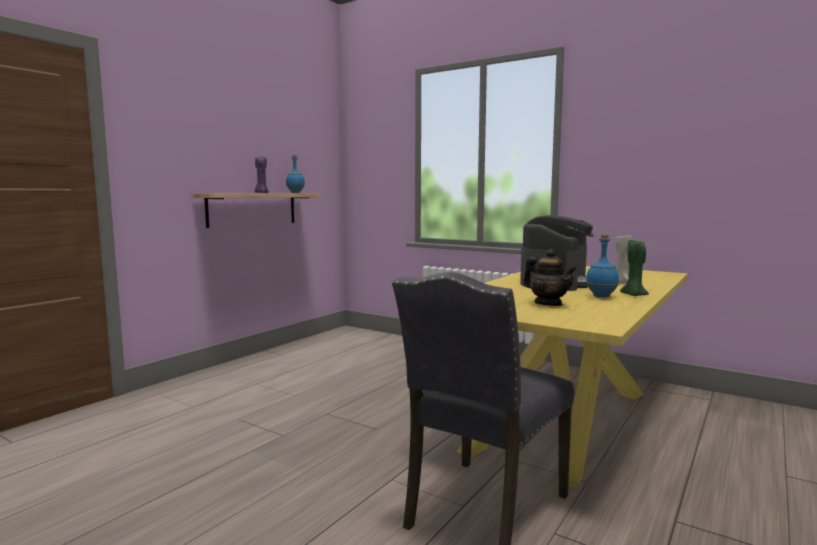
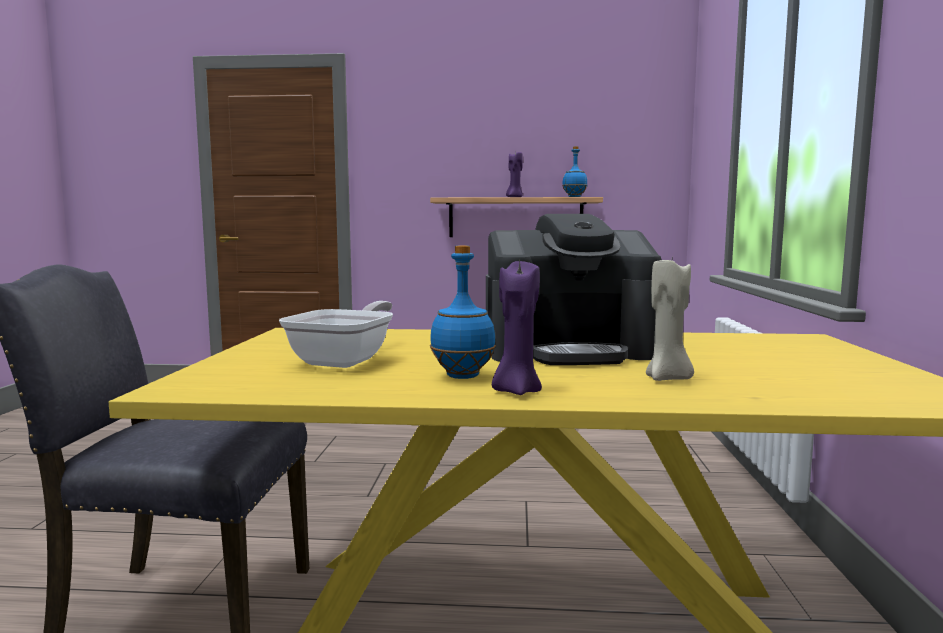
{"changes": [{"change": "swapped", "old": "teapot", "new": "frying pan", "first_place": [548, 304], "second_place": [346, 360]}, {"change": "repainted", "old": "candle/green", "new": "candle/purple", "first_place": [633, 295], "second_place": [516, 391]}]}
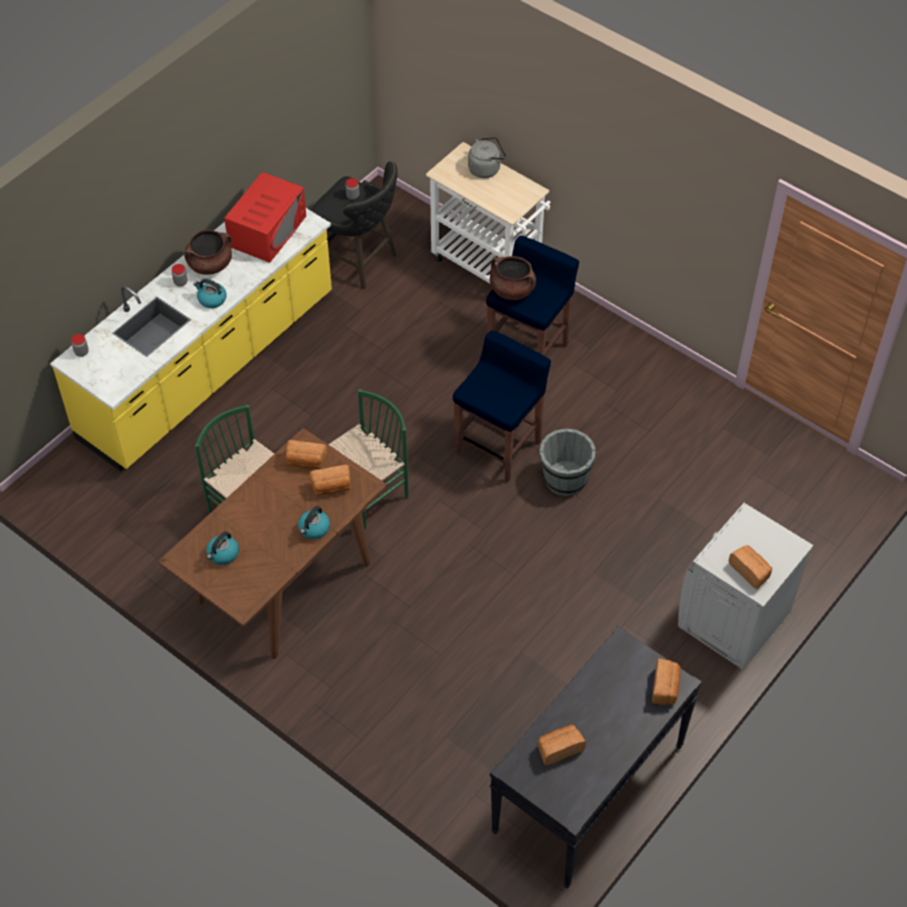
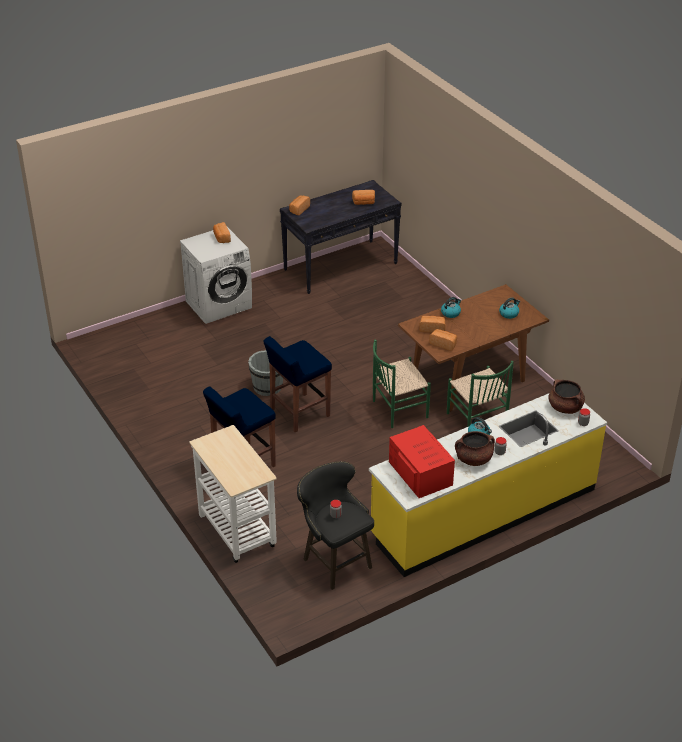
{"changes": [{"change": "rotated", "old": "microwave/red", "first_place": [268, 231], "second_place": [420, 473], "degrees": 105}, {"change": "gone", "old": "kettle/grey", "first_place": [486, 168]}, {"change": "shifted", "old": "cooking pot/brown", "first_place": [512, 290], "second_place": [565, 407]}]}
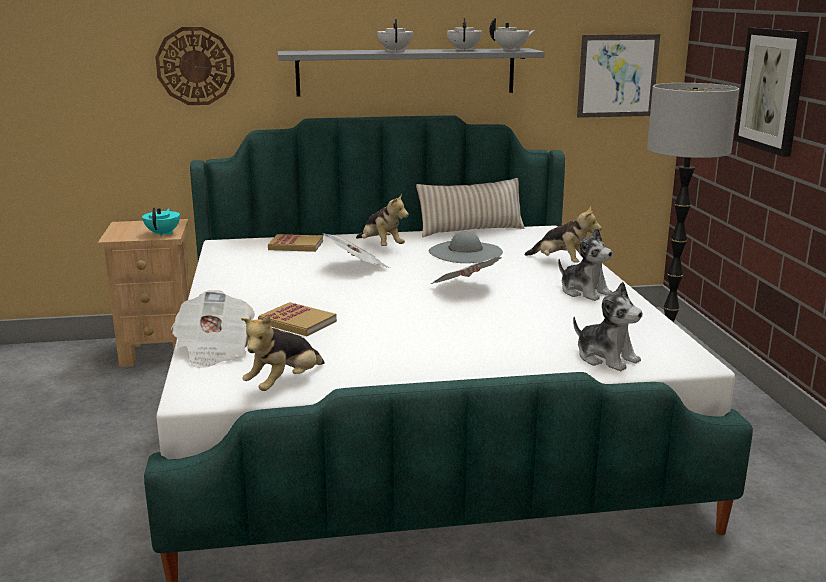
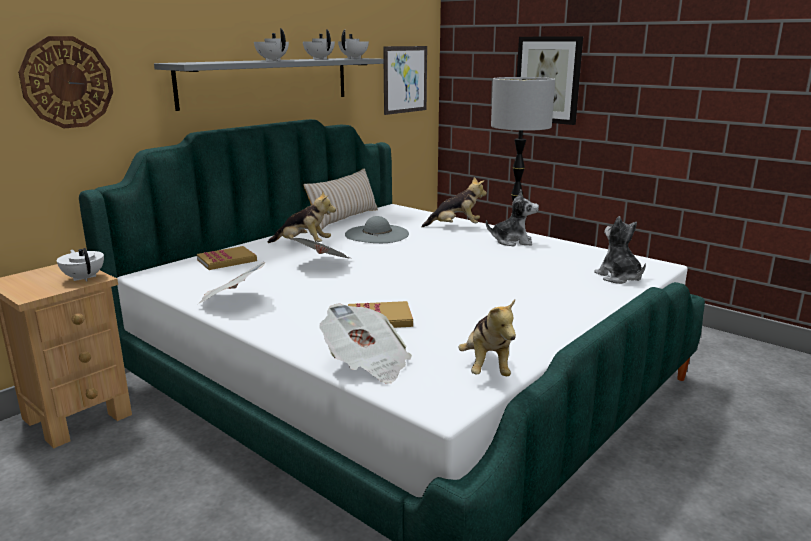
{"changes": [{"change": "repainted", "old": "teapot/turquoise", "new": "teapot/white", "first_place": [163, 233], "second_place": [84, 278]}, {"change": "shifted", "old": "newspaper", "first_place": [465, 288], "second_place": [232, 301]}, {"change": "rotated", "old": "plush toy", "first_place": [606, 358], "second_place": [619, 277], "degrees": -120}]}
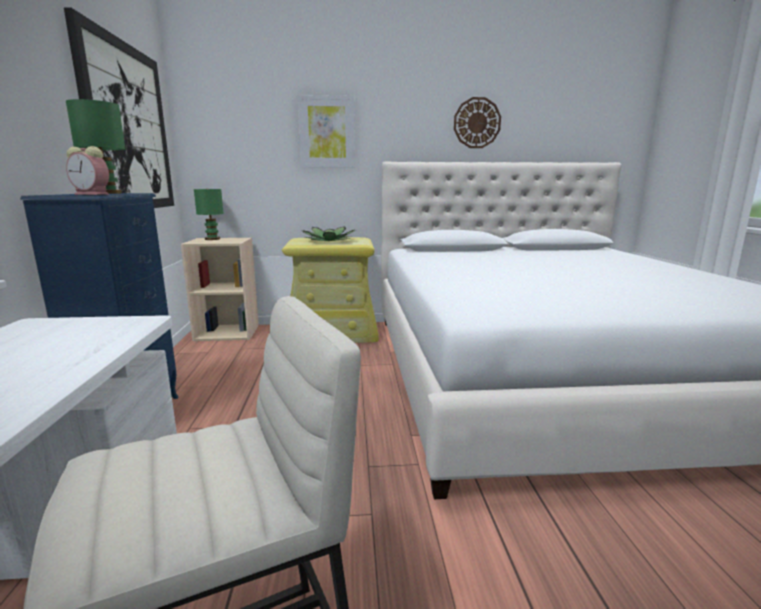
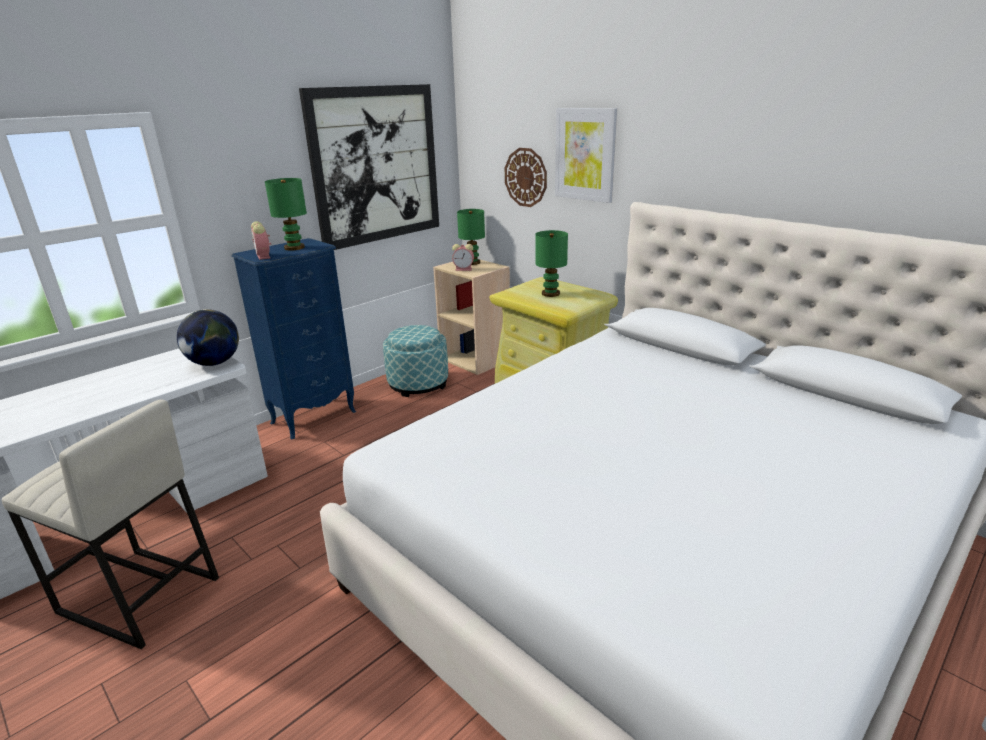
{"changes": [{"change": "swapped", "old": "potted plant", "new": "table lamp/green", "first_place": [329, 241], "second_place": [551, 293]}, {"change": "shifted", "old": "wall clock", "first_place": [477, 123], "second_place": [525, 177]}, {"change": "new", "new": "globe", "second_place": [214, 363]}, {"change": "new", "new": "ottoman", "second_place": [418, 383]}, {"change": "new", "new": "alarm clock", "second_place": [464, 269]}]}
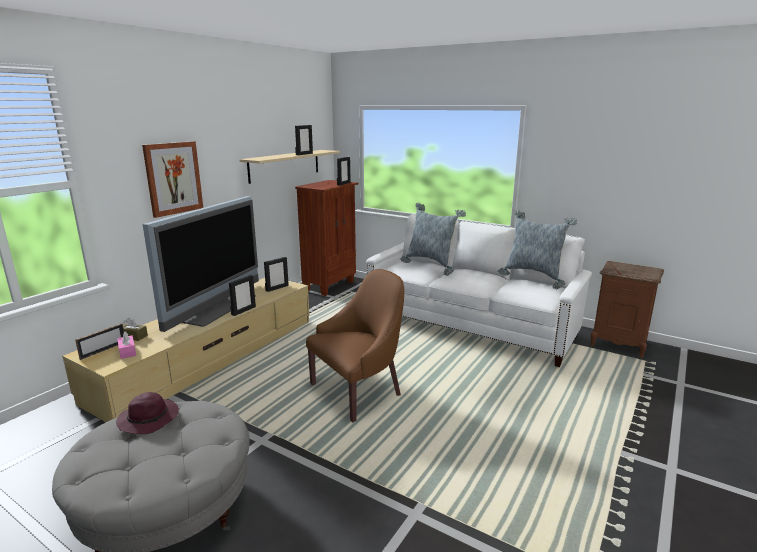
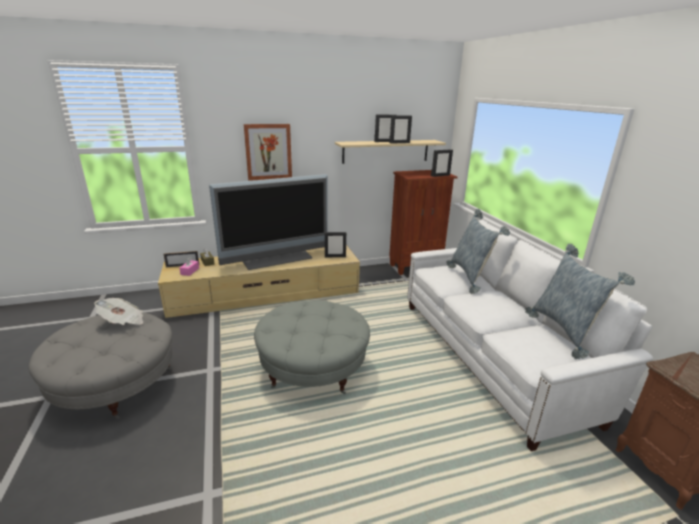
{"changes": [{"change": "swapped", "old": "hat/purple", "new": "newspaper", "first_place": [150, 419], "second_place": [123, 321]}, {"change": "shifted", "old": "picture frame", "first_place": [243, 310], "second_place": [384, 141]}, {"change": "swapped", "old": "armchair/brown", "new": "ottoman/grey", "first_place": [359, 391], "second_place": [313, 367]}]}
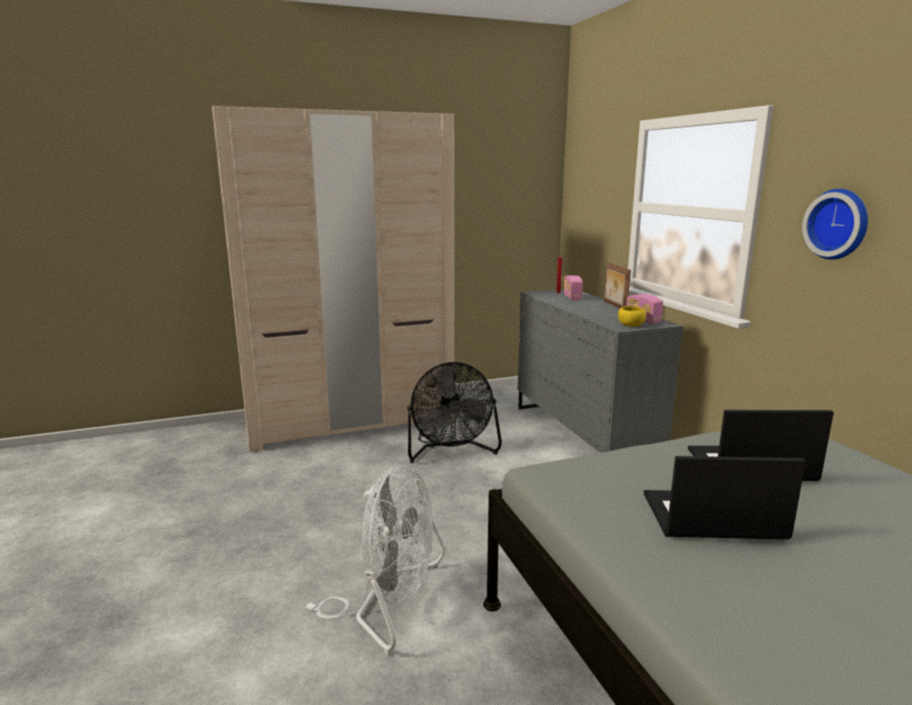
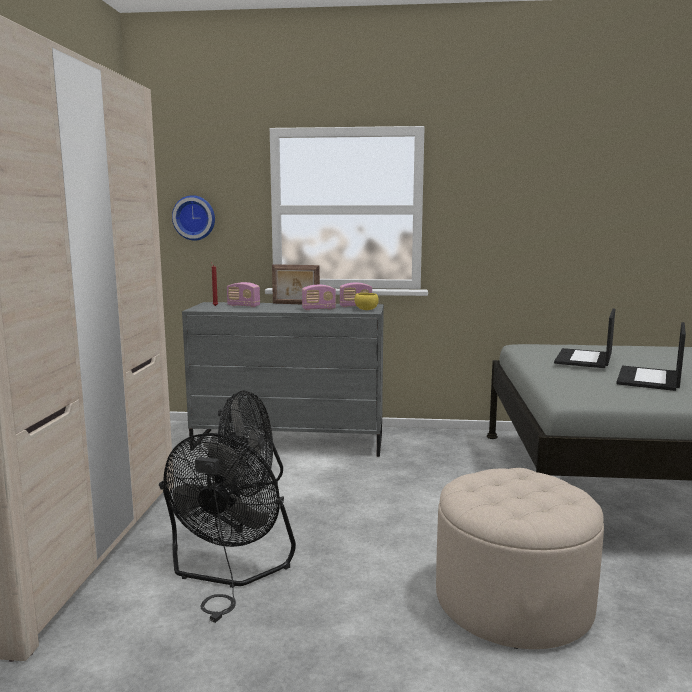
{"changes": [{"change": "swapped", "old": "fan/white", "new": "ottoman/beige", "first_place": [387, 604], "second_place": [513, 601]}, {"change": "shifted", "old": "wall clock", "first_place": [839, 224], "second_place": [194, 218]}, {"change": "new", "new": "fan/black", "second_place": [222, 572]}, {"change": "new", "new": "radio", "second_place": [319, 309]}]}
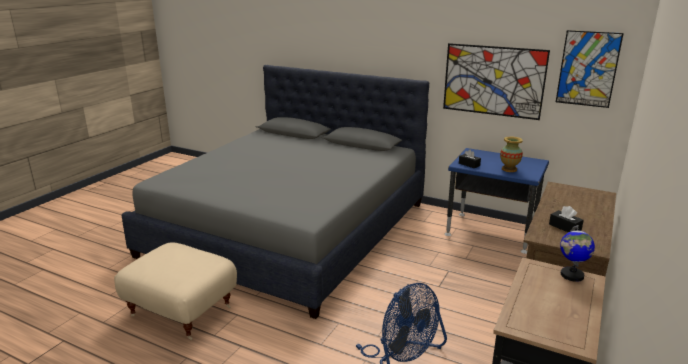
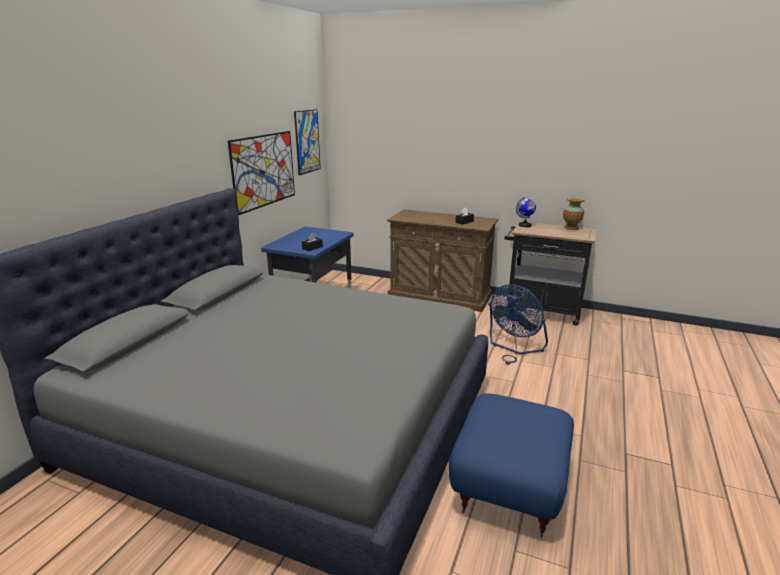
{"changes": [{"change": "repainted", "old": "ottoman/beige", "new": "ottoman/blue", "first_place": [182, 311], "second_place": [508, 486]}, {"change": "shifted", "old": "vase", "first_place": [509, 169], "second_place": [571, 228]}]}
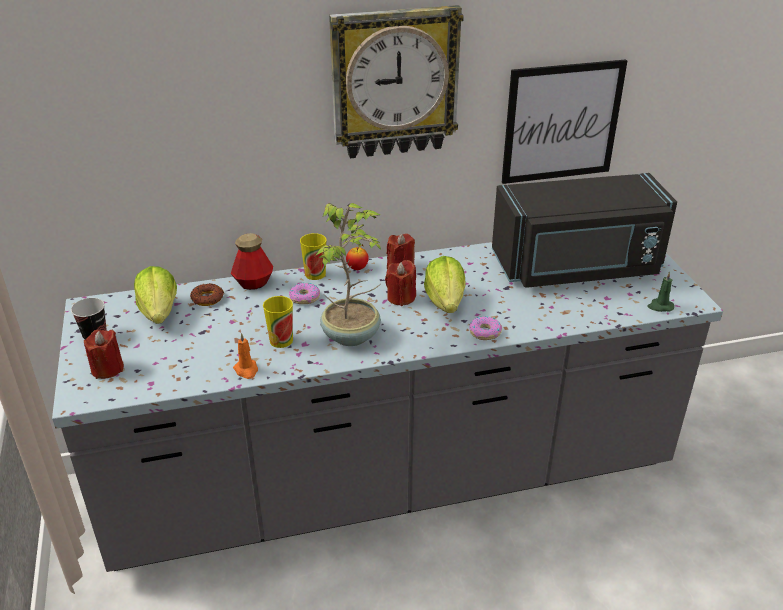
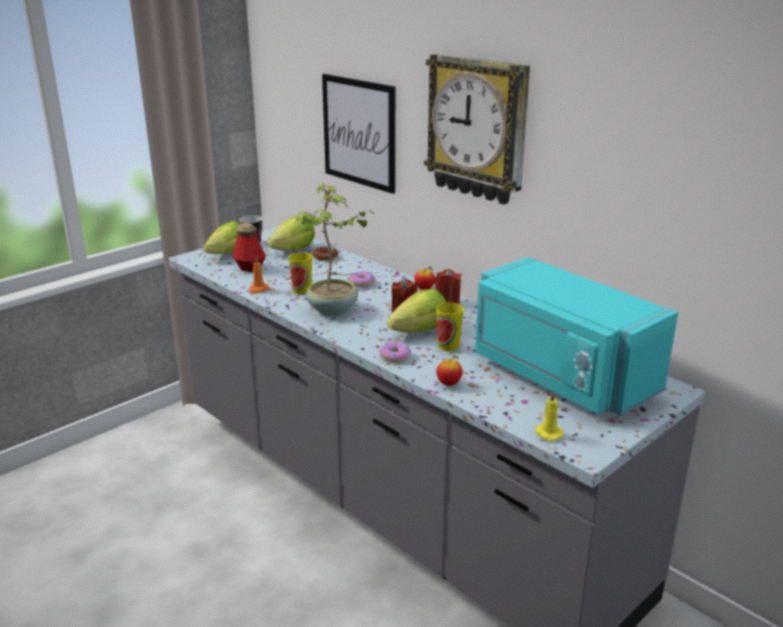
{"changes": [{"change": "swapped", "old": "candle/red", "new": "lettuce", "first_place": [107, 369], "second_place": [223, 255]}, {"change": "shifted", "old": "bottle", "first_place": [253, 283], "second_place": [249, 267]}, {"change": "shifted", "old": "cup", "first_place": [315, 274], "second_place": [448, 346]}, {"change": "repainted", "old": "microwave/black", "new": "microwave/turquoise", "first_place": [578, 267], "second_place": [559, 376]}, {"change": "shifted", "old": "picture", "first_place": [561, 122], "second_place": [359, 132]}, {"change": "repainted", "old": "candle/green", "new": "candle/yellow", "first_place": [660, 306], "second_place": [547, 433]}, {"change": "new", "new": "apple", "second_place": [449, 384]}]}
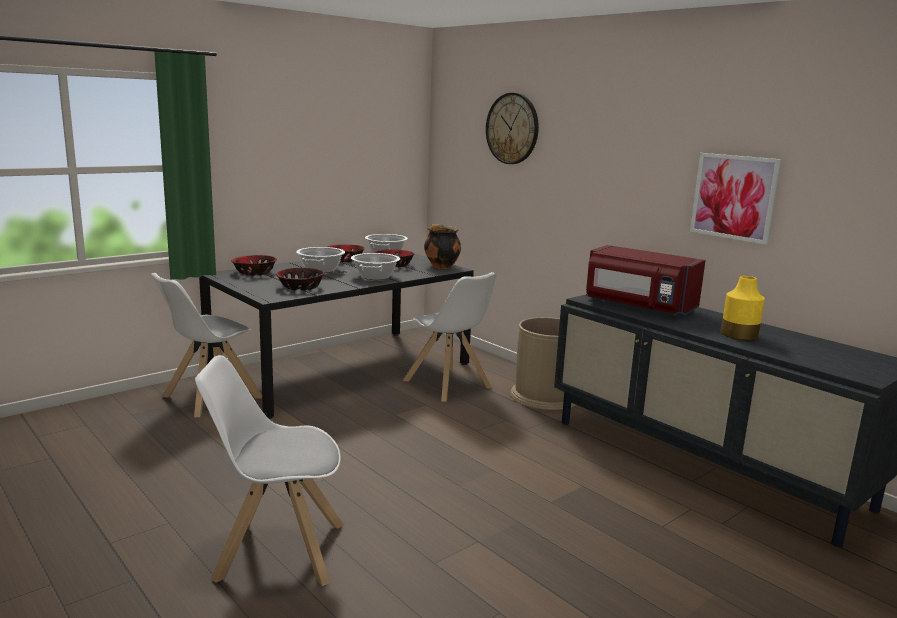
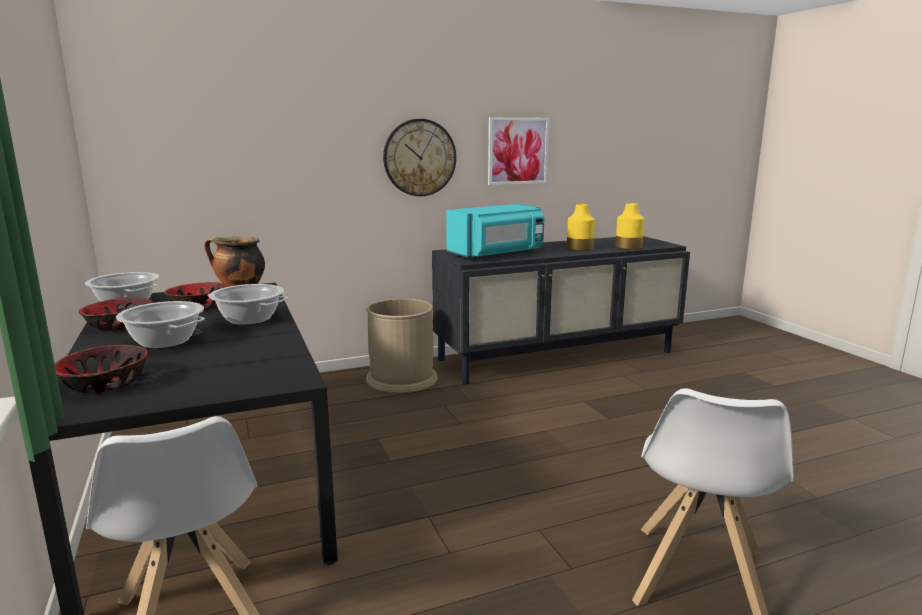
{"changes": [{"change": "gone", "old": "bowl", "first_place": [300, 287]}, {"change": "gone", "old": "chair", "first_place": [449, 385]}, {"change": "shifted", "old": "wall clock", "first_place": [512, 128], "second_place": [419, 157]}, {"change": "repainted", "old": "microwave/red", "new": "microwave/turquoise", "first_place": [638, 306], "second_place": [497, 254]}, {"change": "new", "new": "vase/yellow", "second_place": [629, 246]}]}
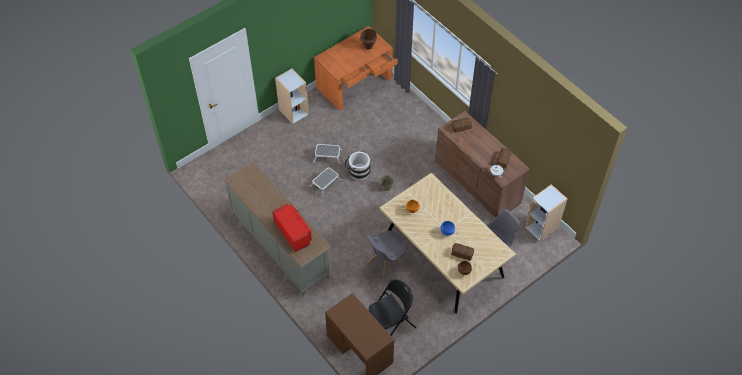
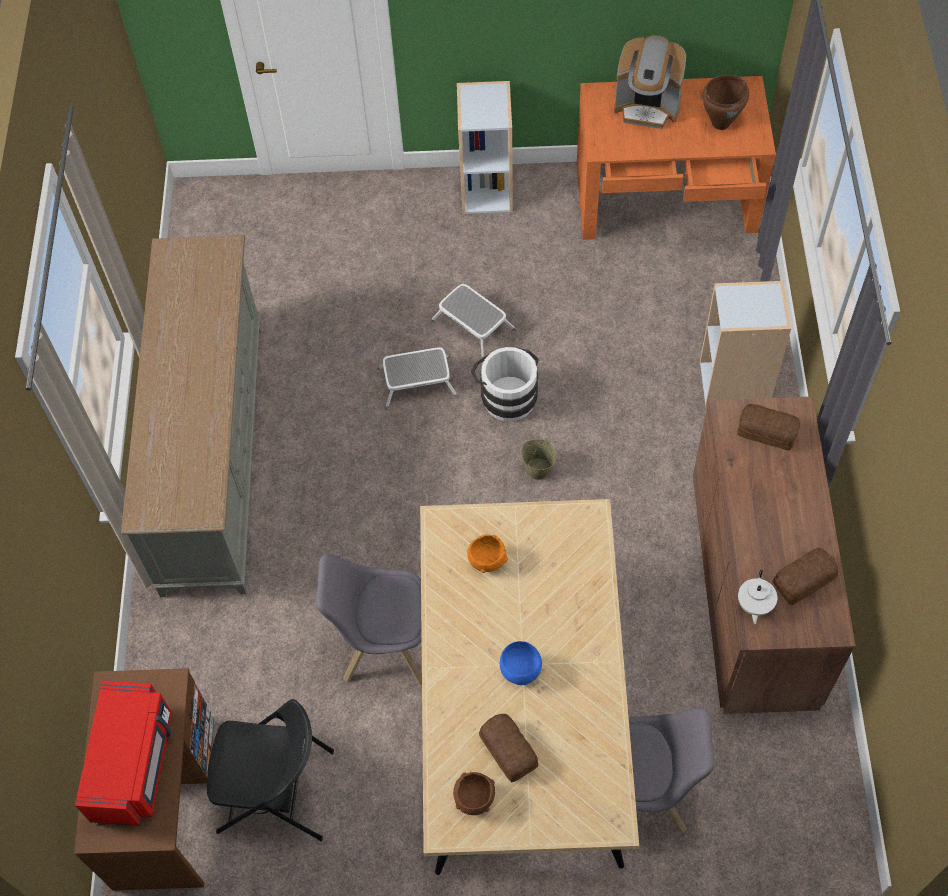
{"changes": [{"change": "shifted", "old": "microwave/red", "first_place": [293, 233], "second_place": [134, 763]}, {"change": "shifted", "old": "bookcase", "first_place": [542, 227], "second_place": [735, 383]}, {"change": "new", "new": "coffee machine", "second_place": [647, 107]}]}
